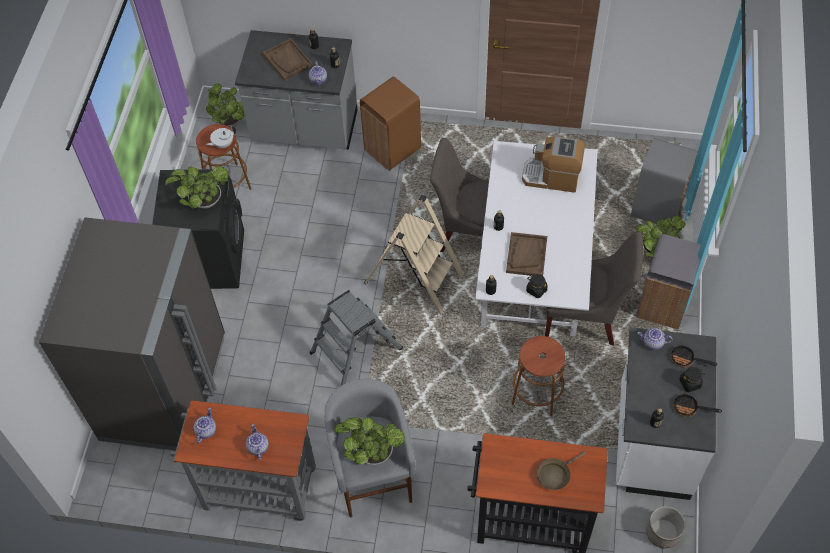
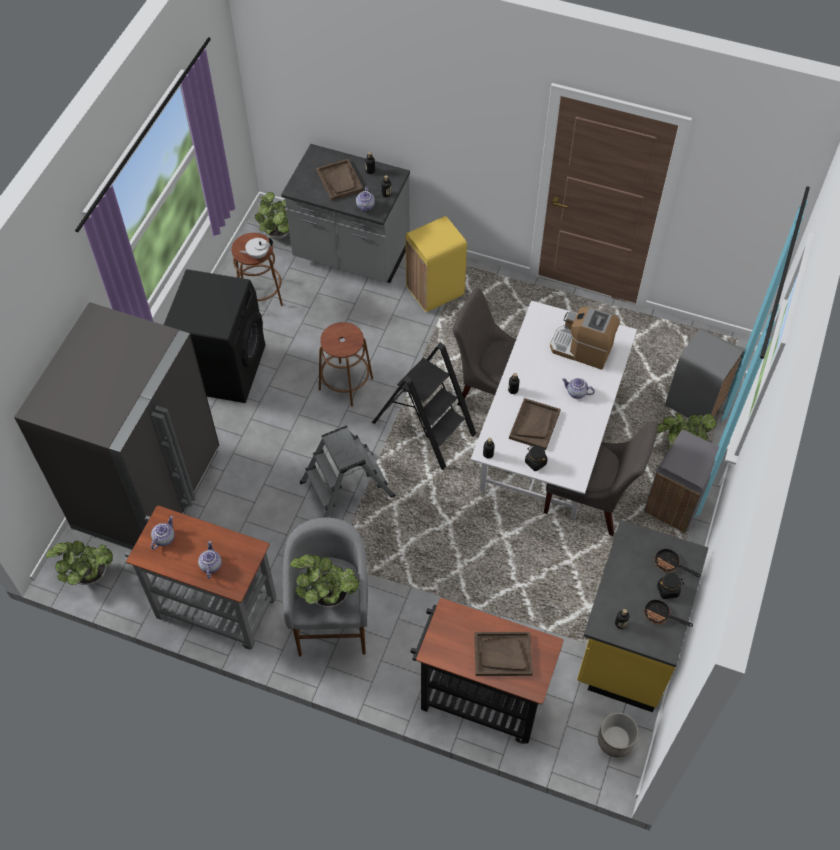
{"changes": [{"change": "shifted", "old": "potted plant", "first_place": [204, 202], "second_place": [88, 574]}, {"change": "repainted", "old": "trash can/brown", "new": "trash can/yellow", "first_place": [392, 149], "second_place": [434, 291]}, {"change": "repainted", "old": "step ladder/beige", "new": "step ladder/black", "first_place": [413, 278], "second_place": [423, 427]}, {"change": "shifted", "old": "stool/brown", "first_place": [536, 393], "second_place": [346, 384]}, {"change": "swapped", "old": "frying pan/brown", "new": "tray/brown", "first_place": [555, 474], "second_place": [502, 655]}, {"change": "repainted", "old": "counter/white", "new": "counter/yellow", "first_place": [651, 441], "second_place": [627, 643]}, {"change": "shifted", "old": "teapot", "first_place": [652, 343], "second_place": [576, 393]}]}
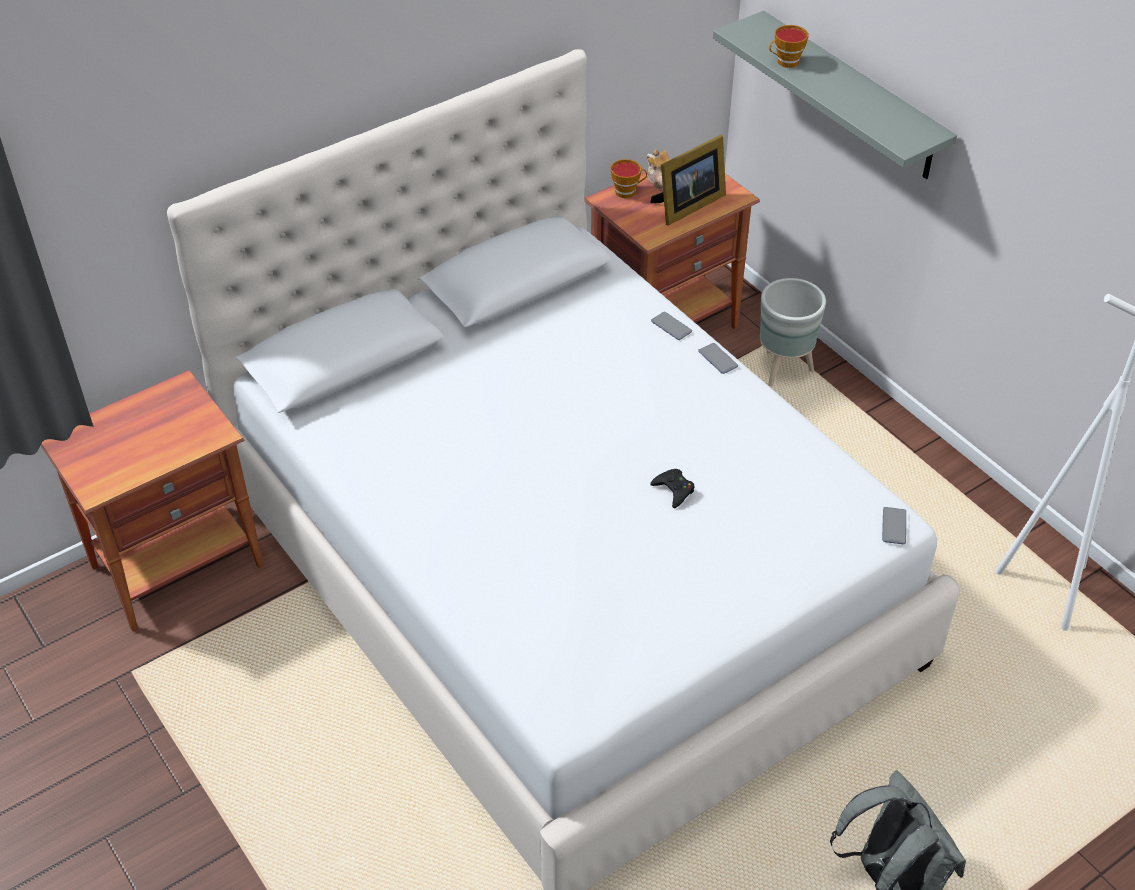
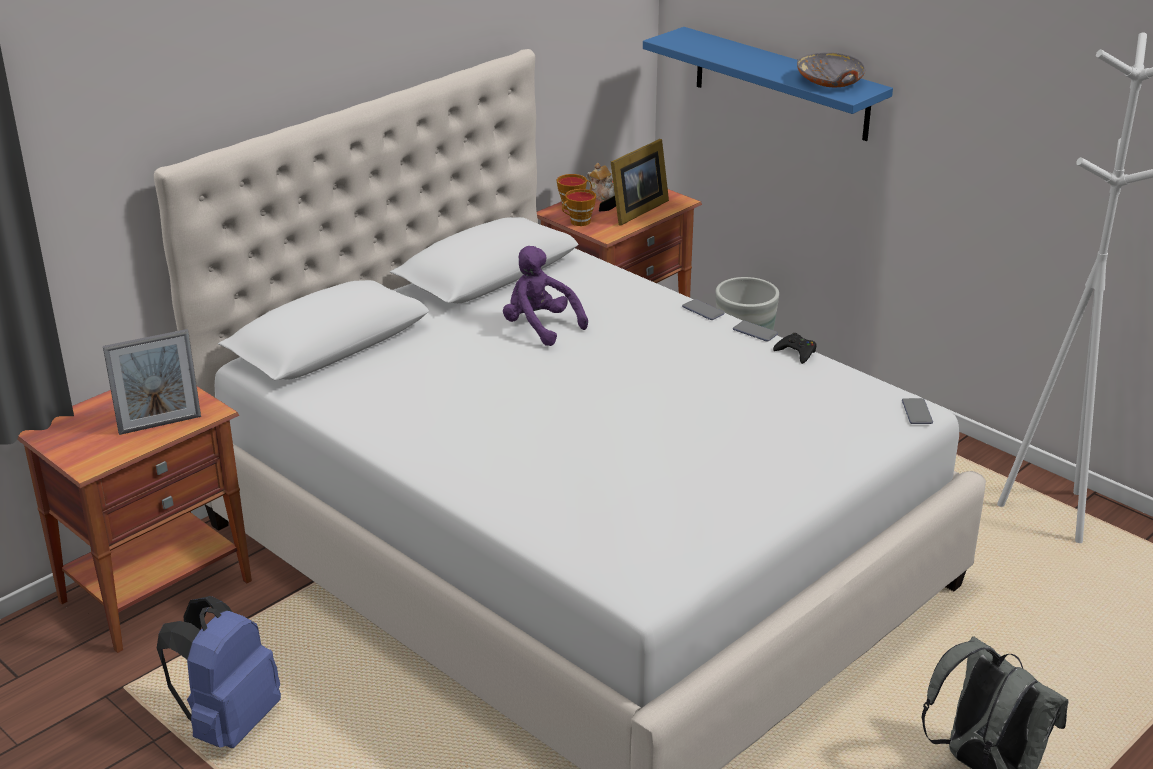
{"changes": [{"change": "shifted", "old": "game controller/black", "first_place": [674, 490], "second_place": [796, 352]}, {"change": "shifted", "old": "phone", "first_place": [671, 327], "second_place": [755, 332]}, {"change": "repainted", "old": "shelf/grey", "new": "shelf/blue", "first_place": [851, 96], "second_place": [781, 84]}, {"change": "shifted", "old": "cup", "first_place": [785, 62], "second_place": [578, 222]}, {"change": "new", "new": "picture frame", "second_place": [160, 424]}, {"change": "new", "new": "backpack/blue", "second_place": [228, 723]}, {"change": "new", "new": "plush toy/purple", "second_place": [540, 327]}, {"change": "new", "new": "bowl/grey", "second_place": [830, 82]}]}
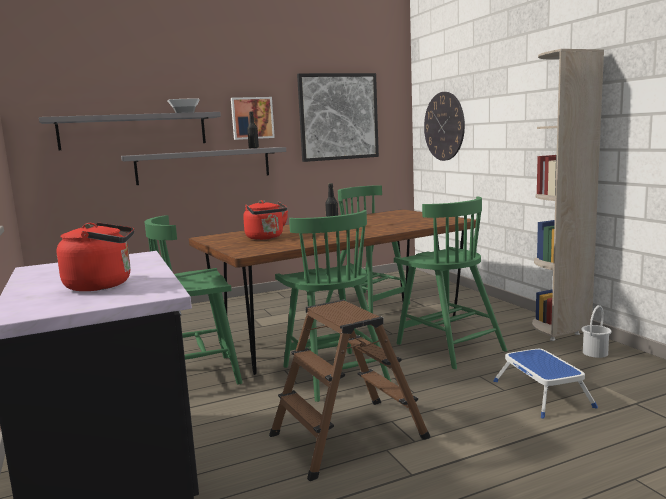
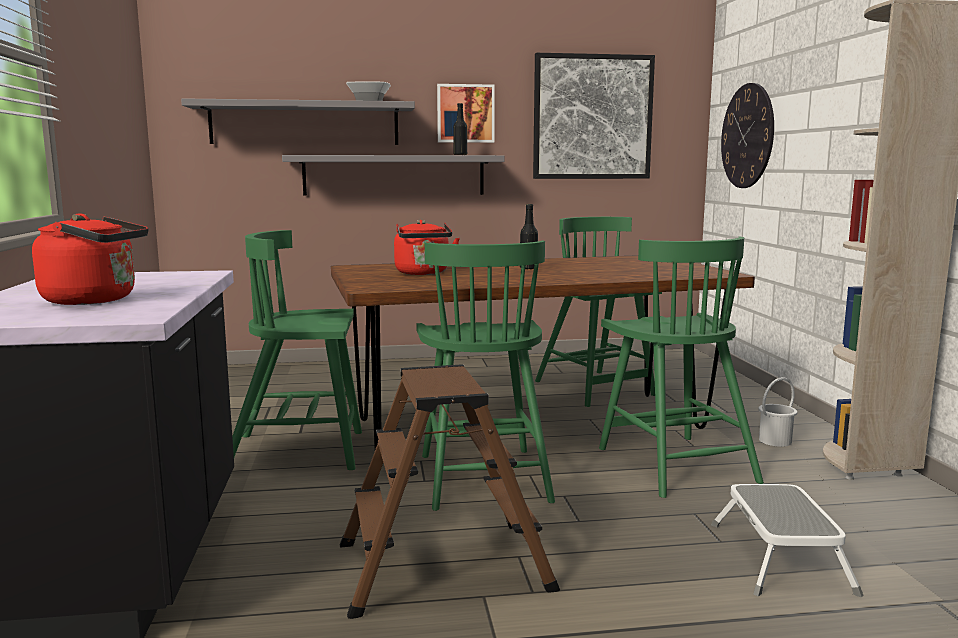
{"changes": [{"change": "repainted", "old": "step ladder/blue", "new": "step ladder/grey", "first_place": [541, 394], "second_place": [779, 557]}, {"change": "shifted", "old": "bucket/white", "first_place": [595, 353], "second_place": [775, 441]}]}
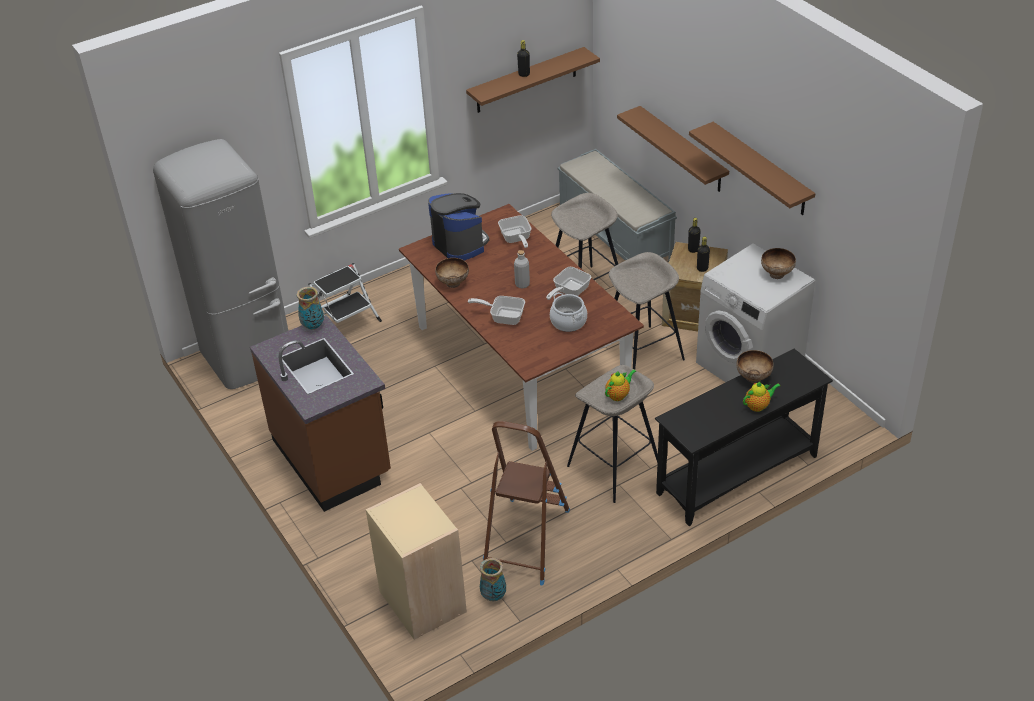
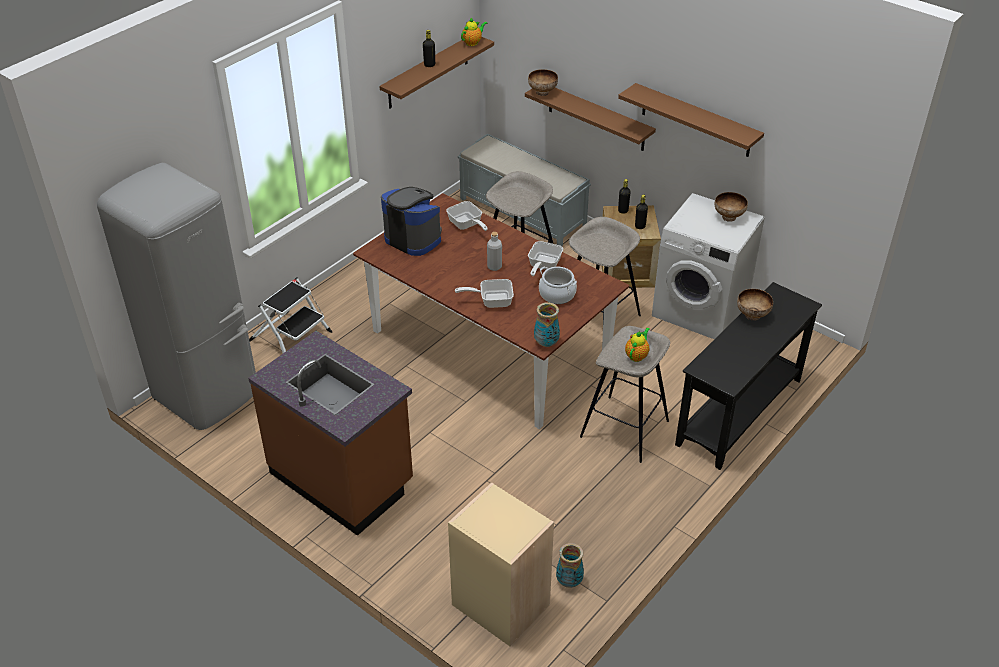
{"changes": [{"change": "shifted", "old": "vase", "first_place": [313, 326], "second_place": [546, 343]}, {"change": "shifted", "old": "bowl", "first_place": [453, 283], "second_place": [542, 93]}, {"change": "gone", "old": "step ladder/brown", "first_place": [527, 539]}, {"change": "shifted", "old": "teapot", "first_place": [758, 406], "second_place": [473, 42]}]}
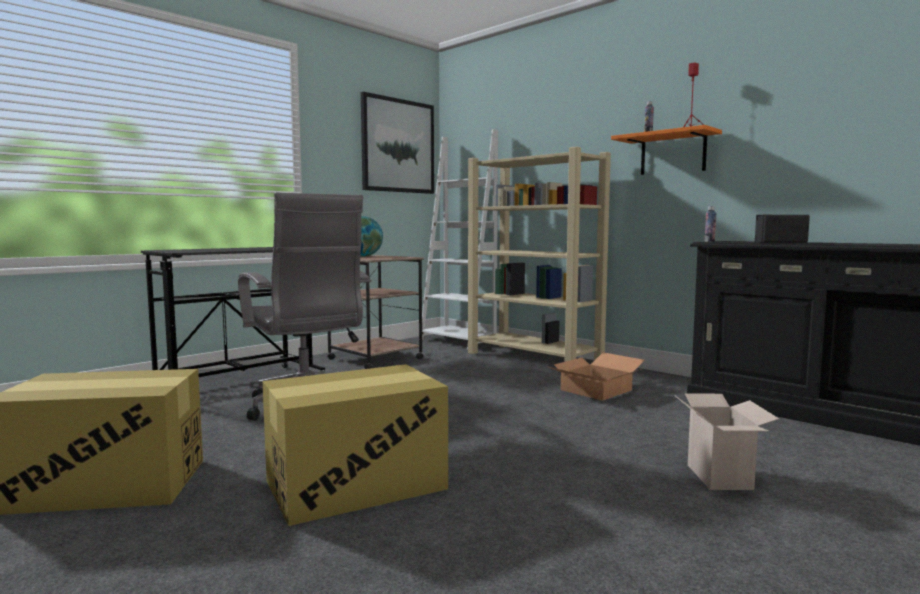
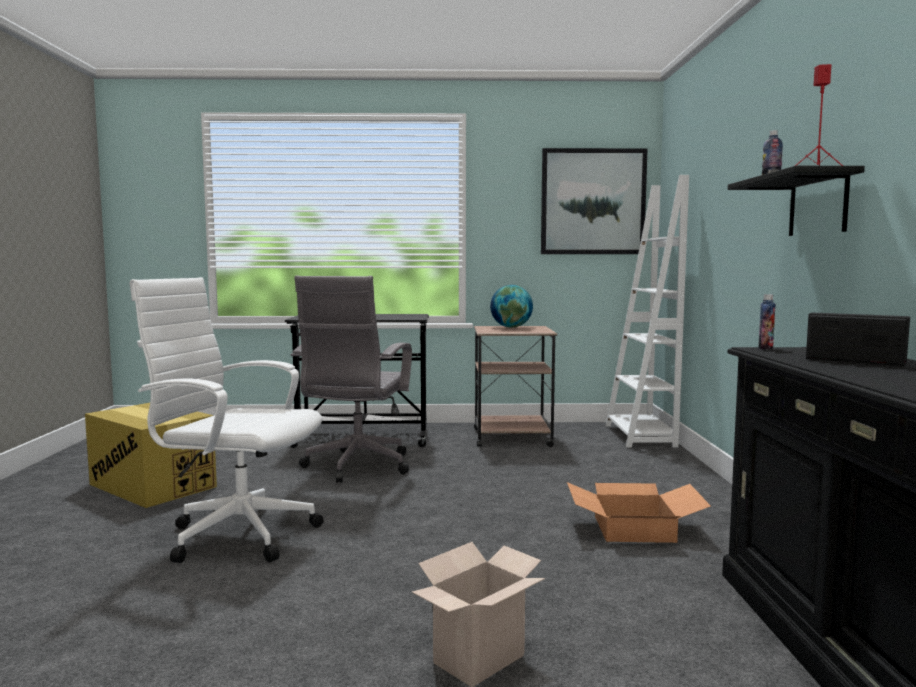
{"changes": [{"change": "swapped", "old": "cardboard box", "new": "office chair/white", "first_place": [355, 485], "second_place": [236, 534]}, {"change": "gone", "old": "bookcase/beige", "first_place": [533, 358]}, {"change": "repainted", "old": "shelf/orange", "new": "shelf/black", "first_place": [673, 154], "second_place": [818, 205]}]}
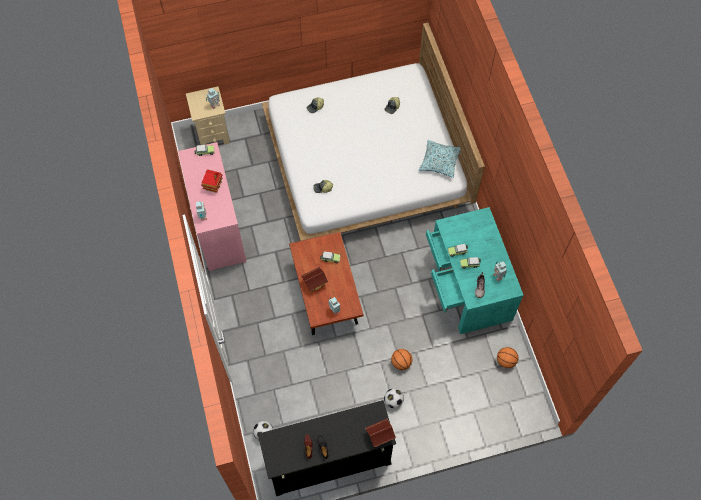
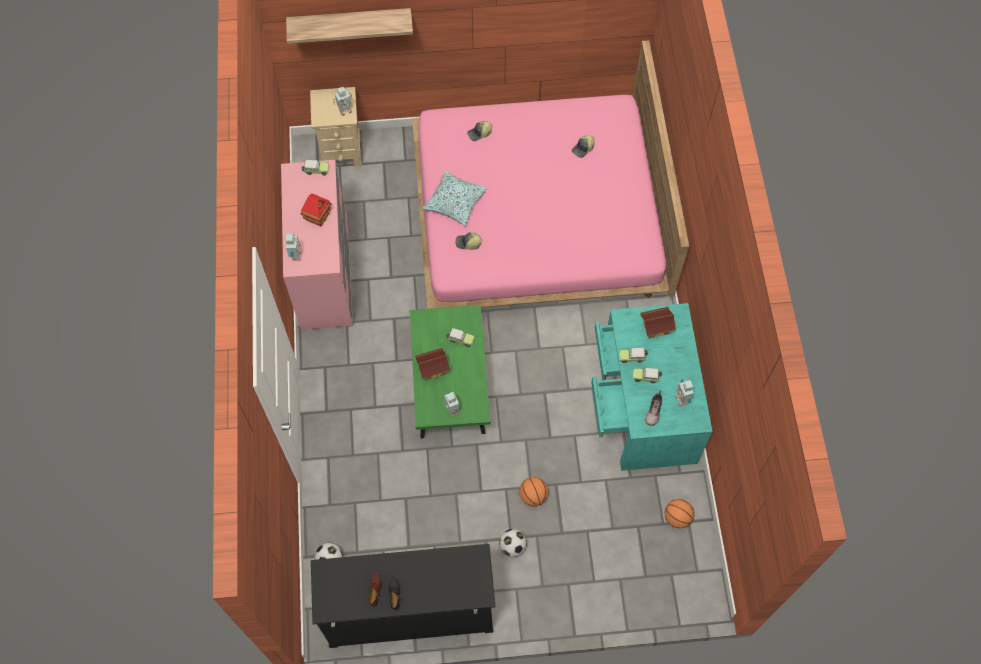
{"changes": [{"change": "repainted", "old": "bed/white", "new": "bed/pink", "first_place": [365, 161], "second_place": [537, 217]}, {"change": "repainted", "old": "coffee table/brown", "new": "coffee table/green", "first_place": [326, 293], "second_place": [450, 385]}, {"change": "shifted", "old": "toy house", "first_place": [380, 436], "second_place": [656, 328]}, {"change": "shifted", "old": "pillow", "first_place": [440, 161], "second_place": [455, 202]}, {"change": "new", "new": "shelf", "second_place": [350, 22]}]}
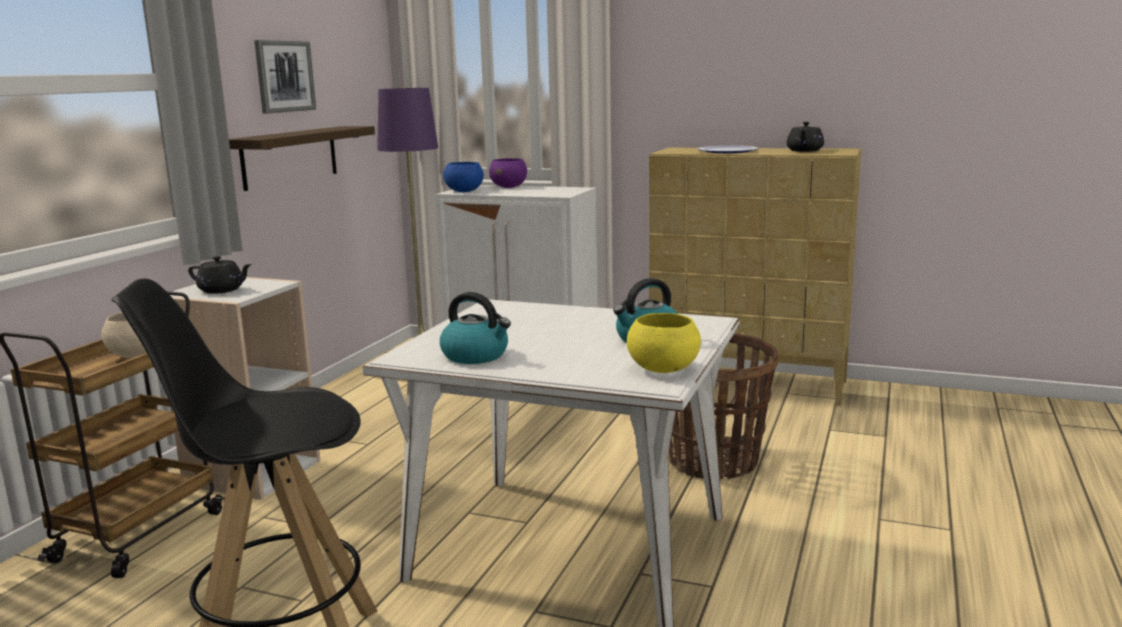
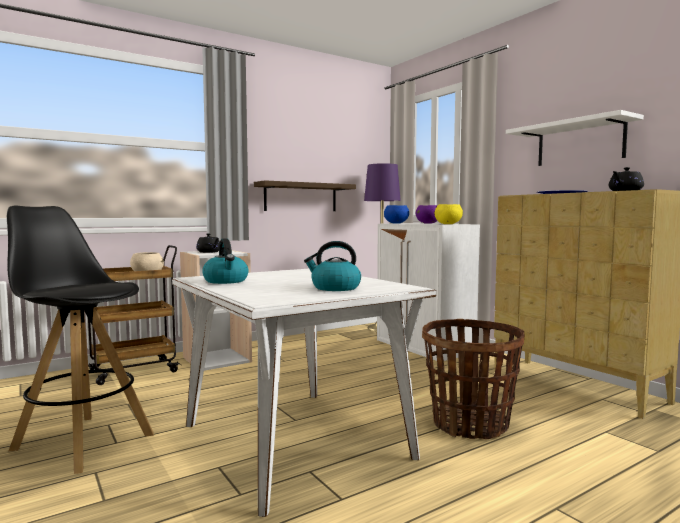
{"changes": [{"change": "gone", "old": "picture", "first_place": [284, 76]}, {"change": "shifted", "old": "bowl/yellow", "first_place": [663, 369], "second_place": [447, 224]}, {"change": "new", "new": "shelf/white", "second_place": [580, 143]}]}
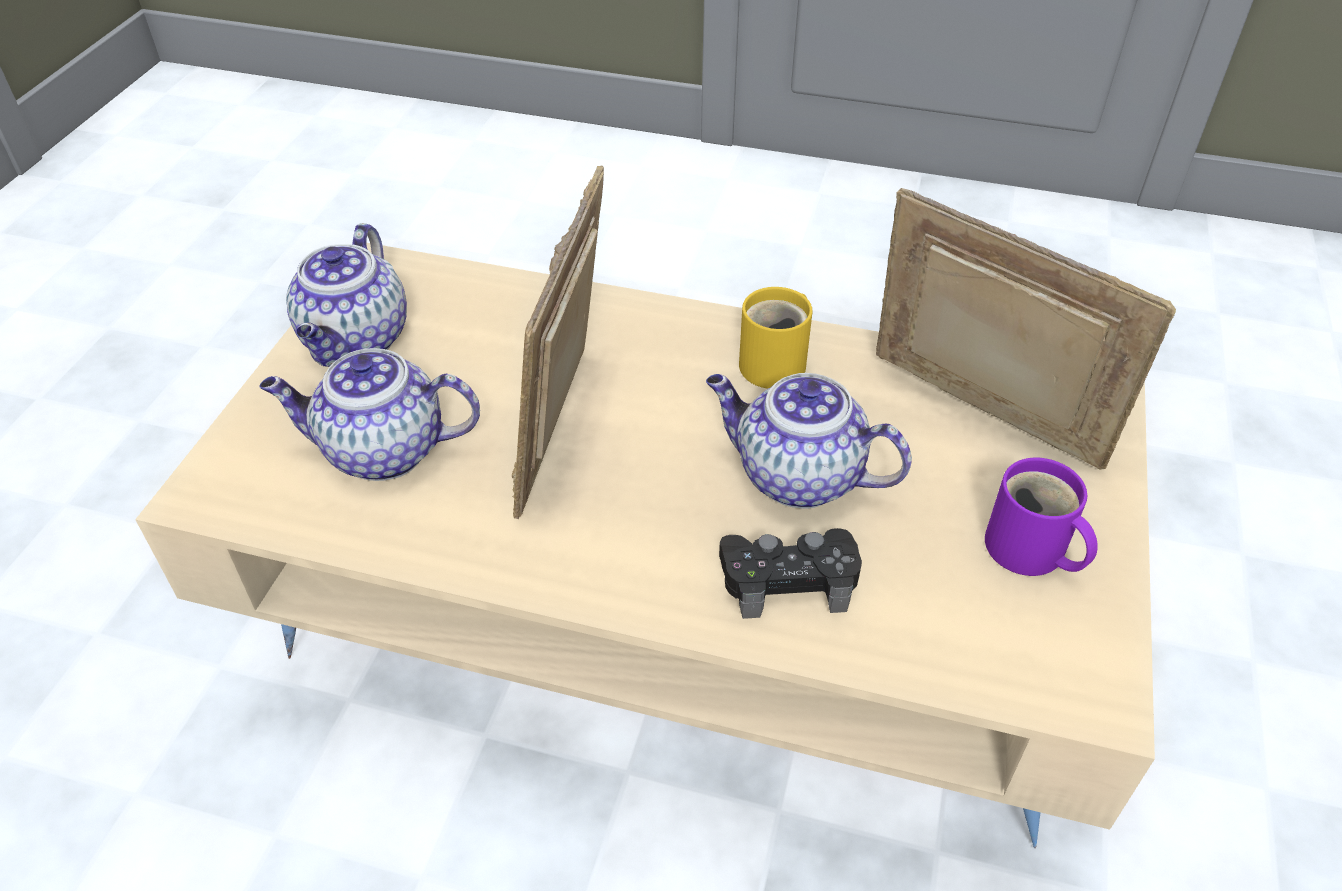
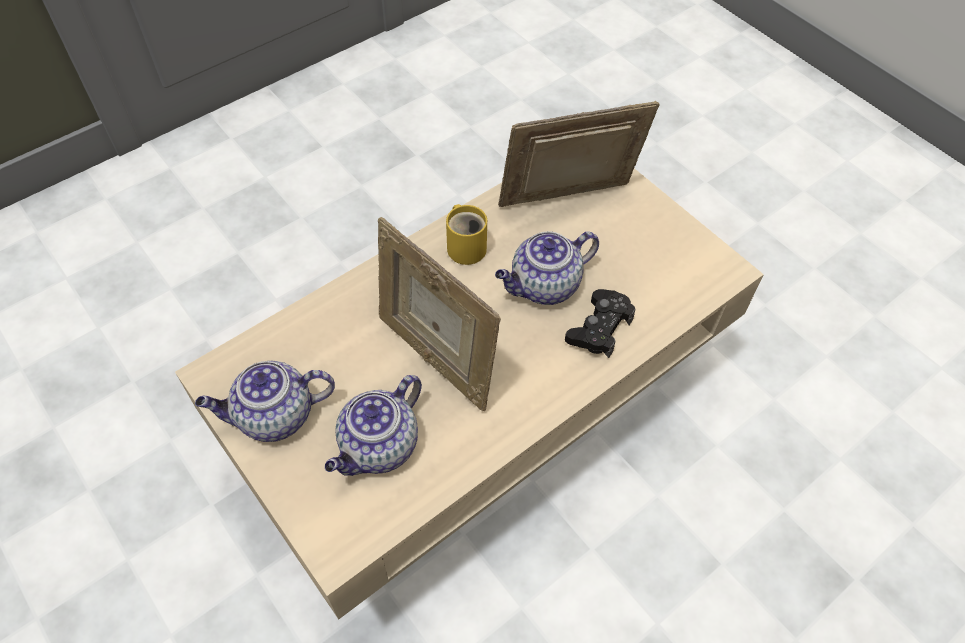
{"changes": [{"change": "rotated", "old": "teapot", "first_place": [357, 341], "second_place": [274, 417], "degrees": 120}, {"change": "gone", "old": "mug/purple", "first_place": [1029, 552]}]}
